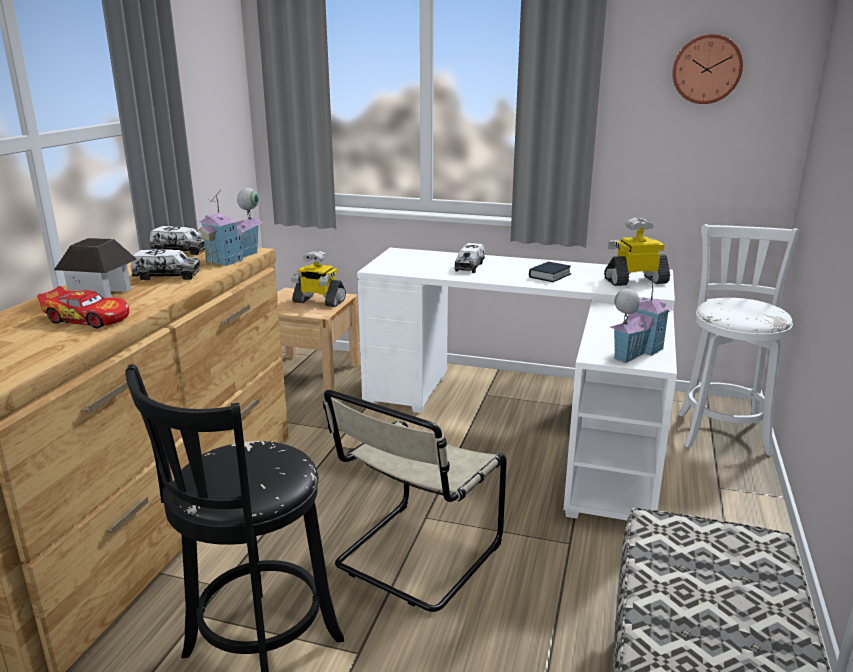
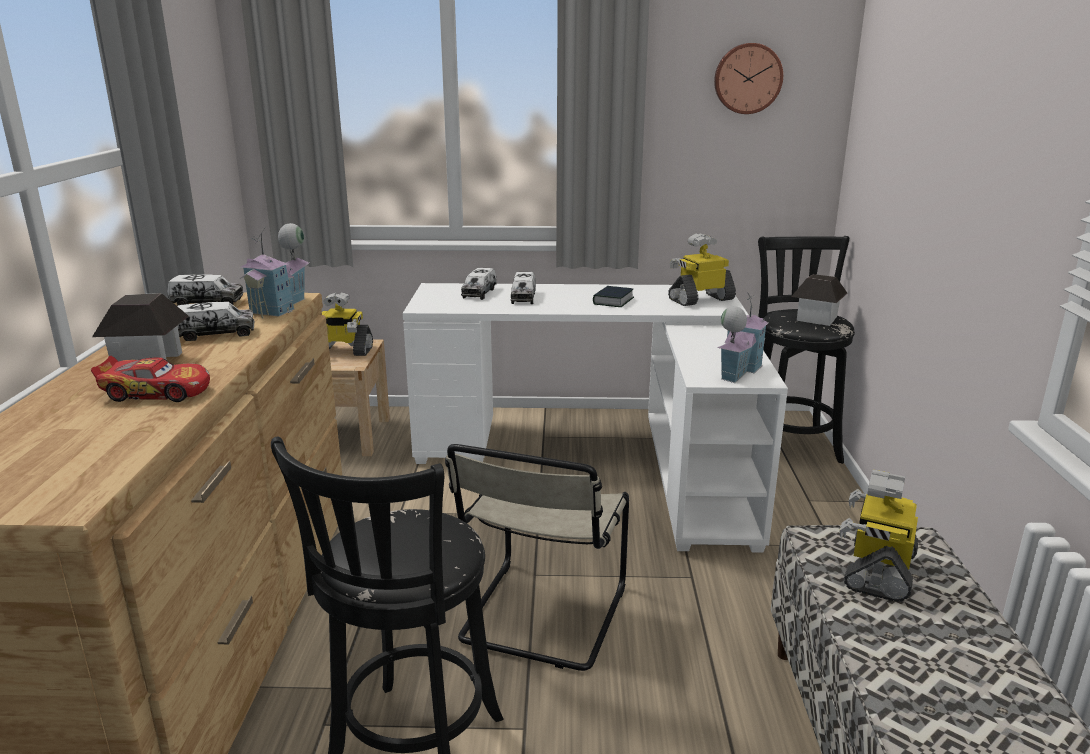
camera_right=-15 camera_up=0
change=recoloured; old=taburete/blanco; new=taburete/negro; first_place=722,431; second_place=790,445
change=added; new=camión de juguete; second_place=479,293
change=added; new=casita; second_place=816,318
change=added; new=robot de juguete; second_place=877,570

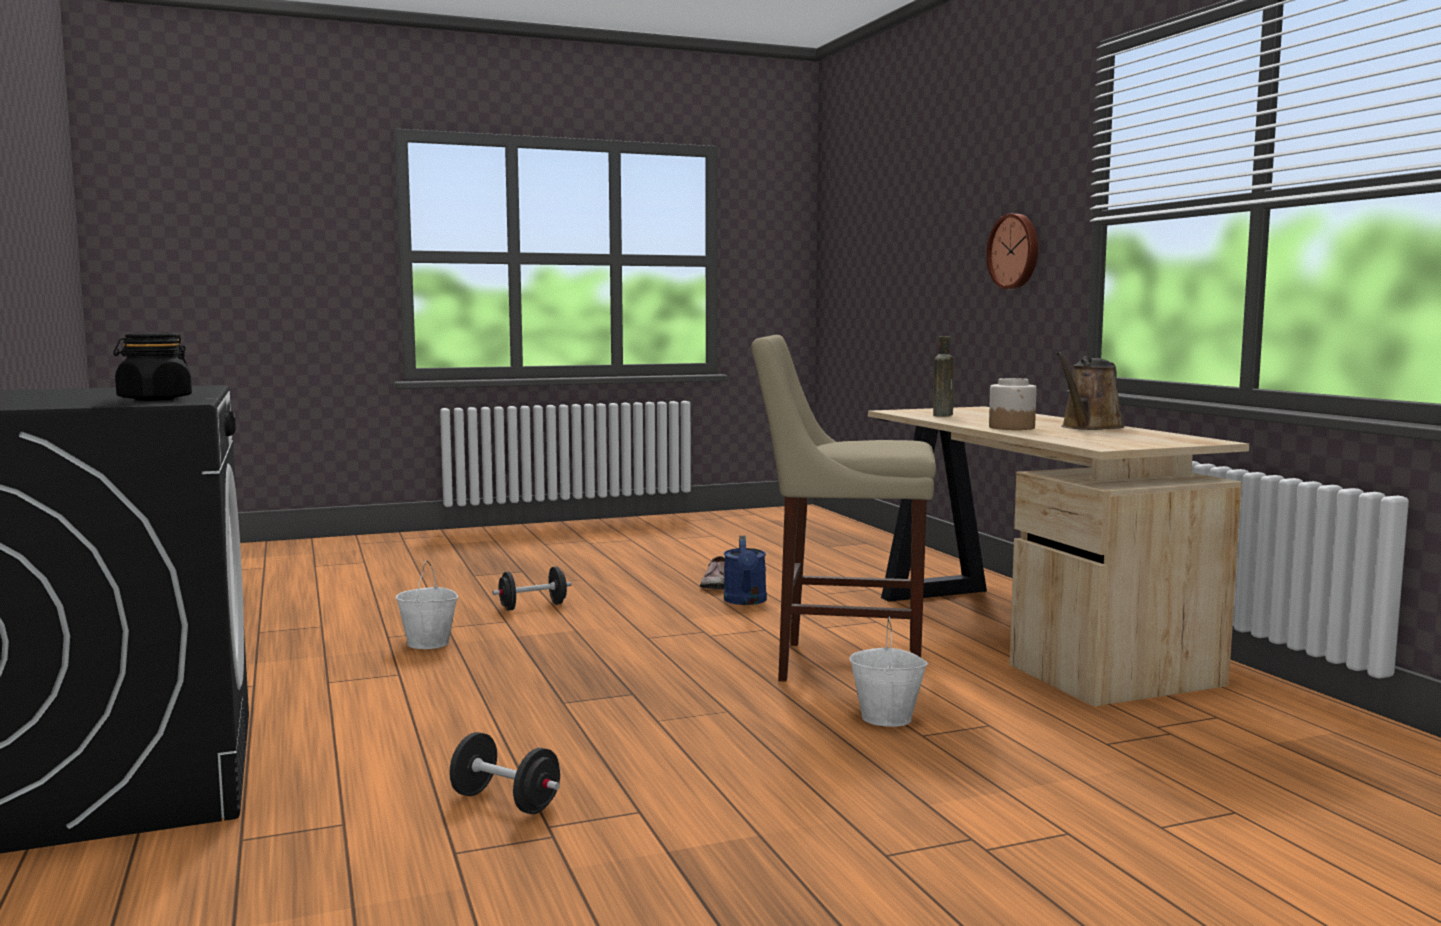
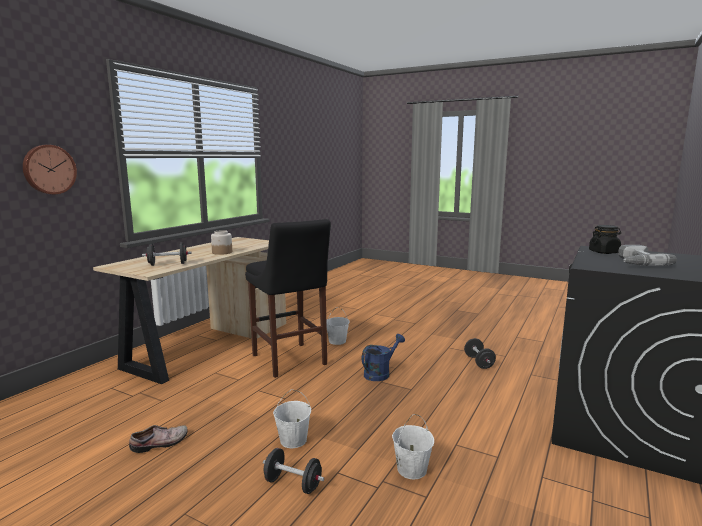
camera_right=-130 camera_up=5
change=moved; old=regadera/azul; first_place=746,601; second_place=380,373
change=recoloured; old=taburete/beis; new=taburete/negro; first_place=841,663; second_place=290,361
change=replaced; old=botella/marrón; new=mancuerna/negro; first_place=943,415; second_place=168,264
change=removed; old=regadera/marrón; first_place=1089,427
change=added; new=cubo/blanco; second_place=293,440
change=added; new=taladro; second_place=635,262

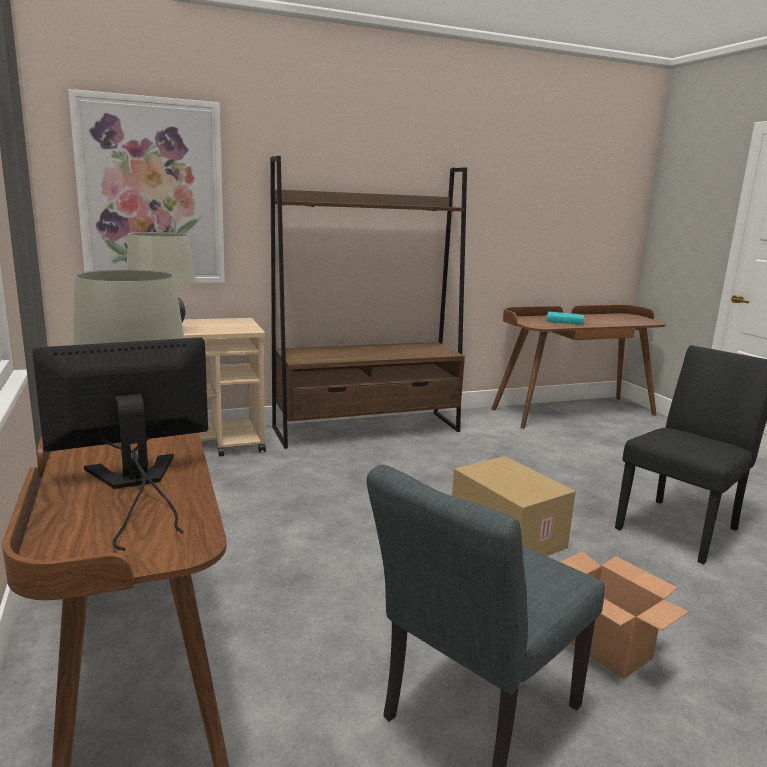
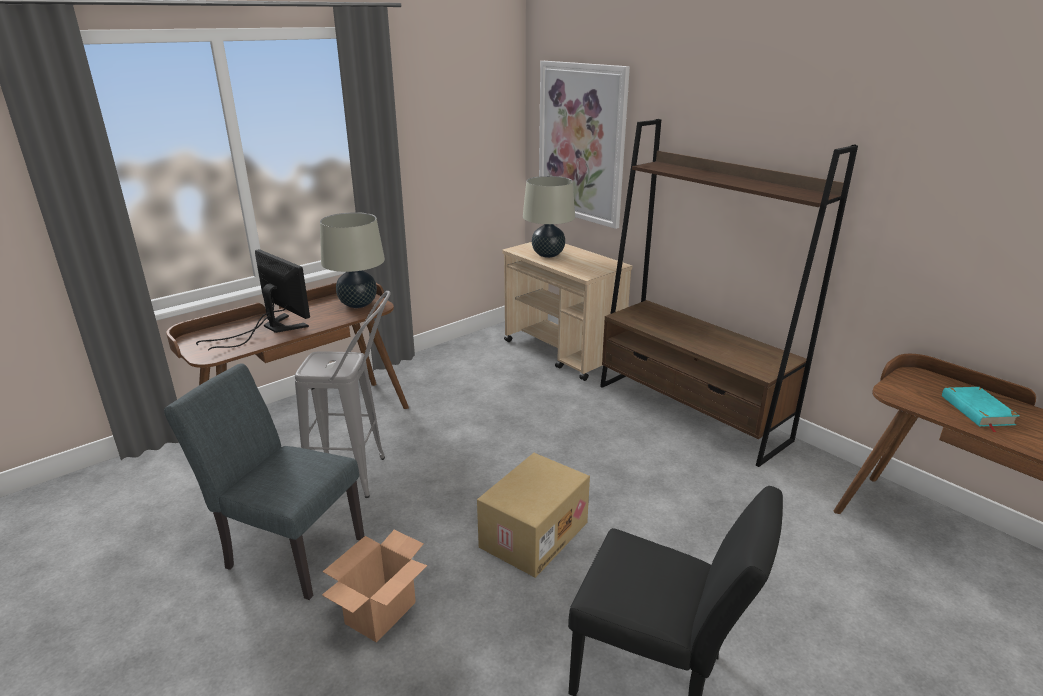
camera_right=70 camera_up=10
change=added; new=taburete/gris; second_place=360,476

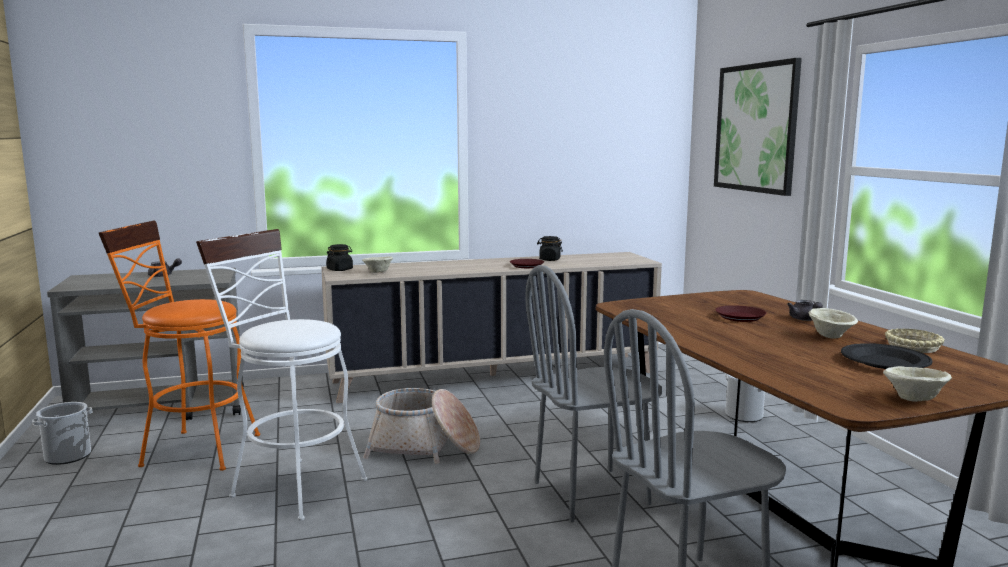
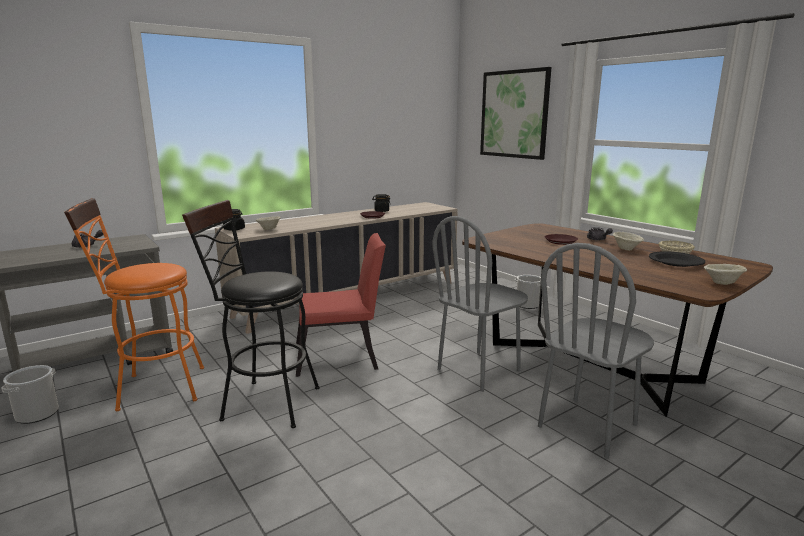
camera_right=-20 camera_up=5
change=recoloured; old=taburete/blanco; new=taburete/negro; first_place=291,485; second_place=263,402
change=replaced; old=cesta; new=silla/rojo; first_place=424,447; second_place=342,357

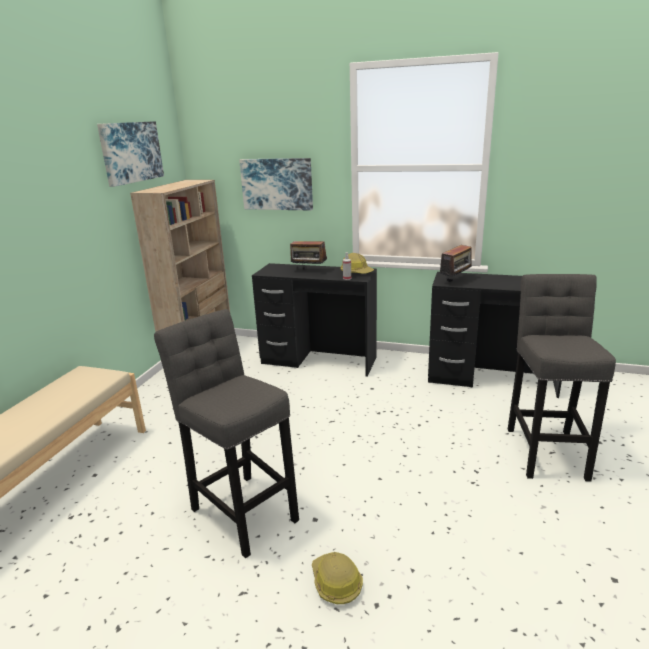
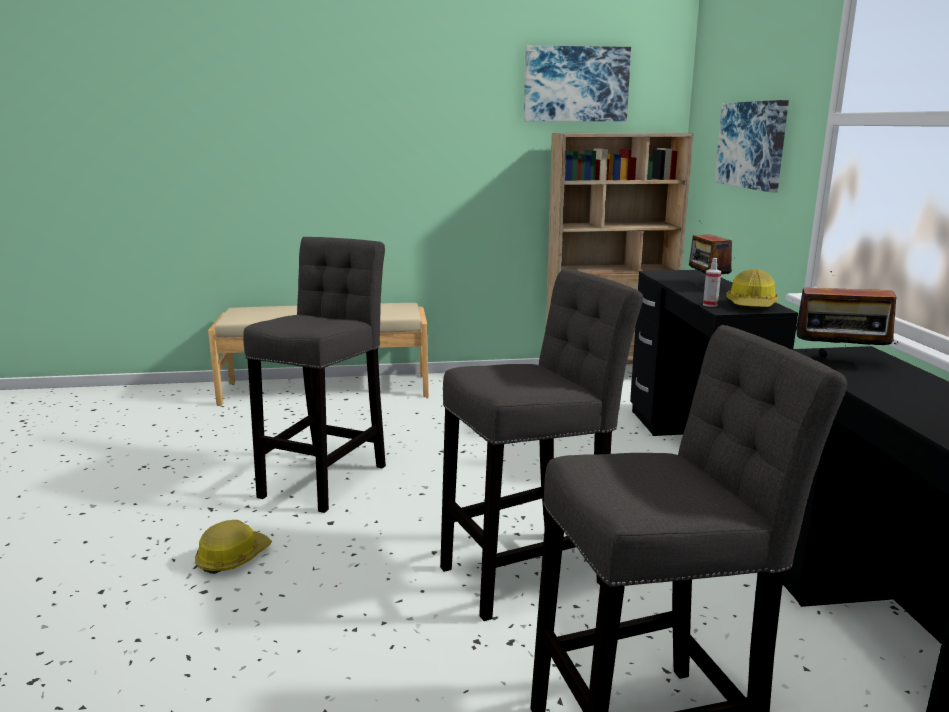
camera_right=65 camera_up=-5
change=added; new=taburete/gris; second_place=531,572

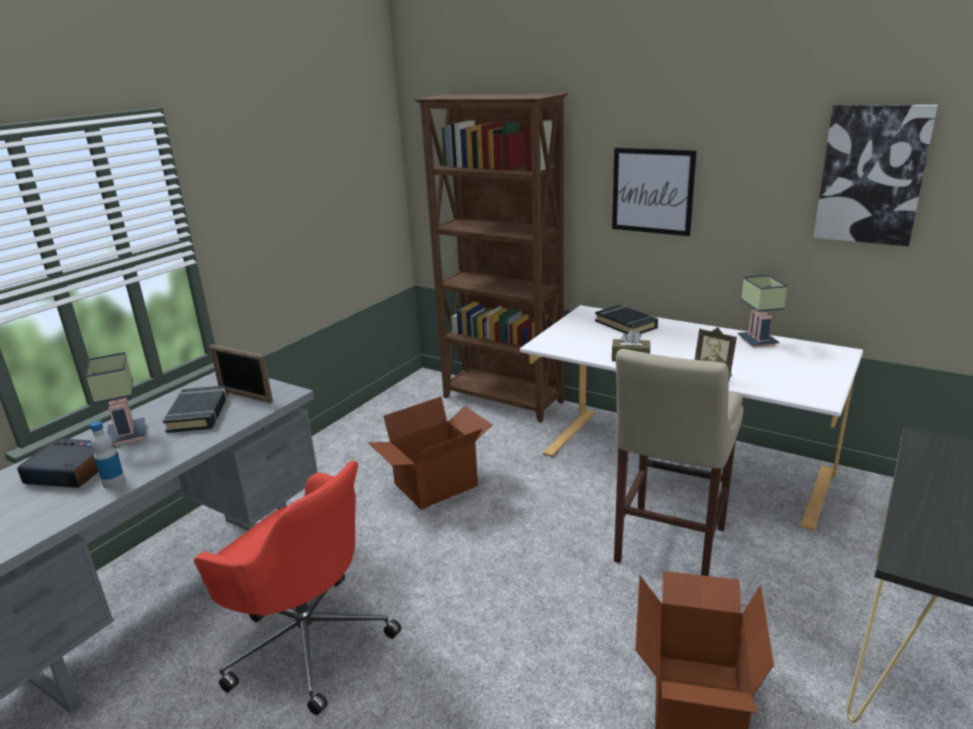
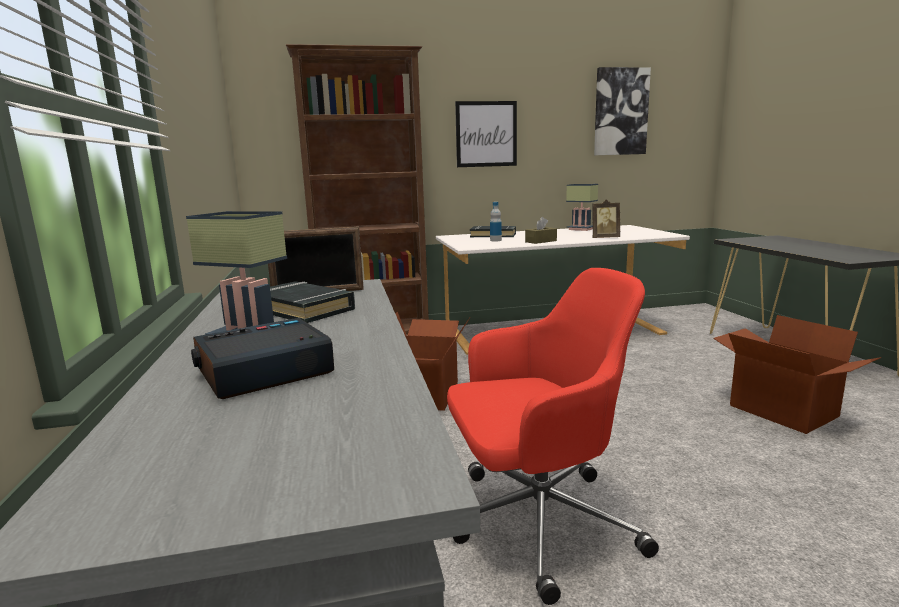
camera_right=-45 camera_up=-10
change=moved; old=botella; first_place=114,482; second_place=495,240
change=removed; old=taburete/beis; first_place=667,548

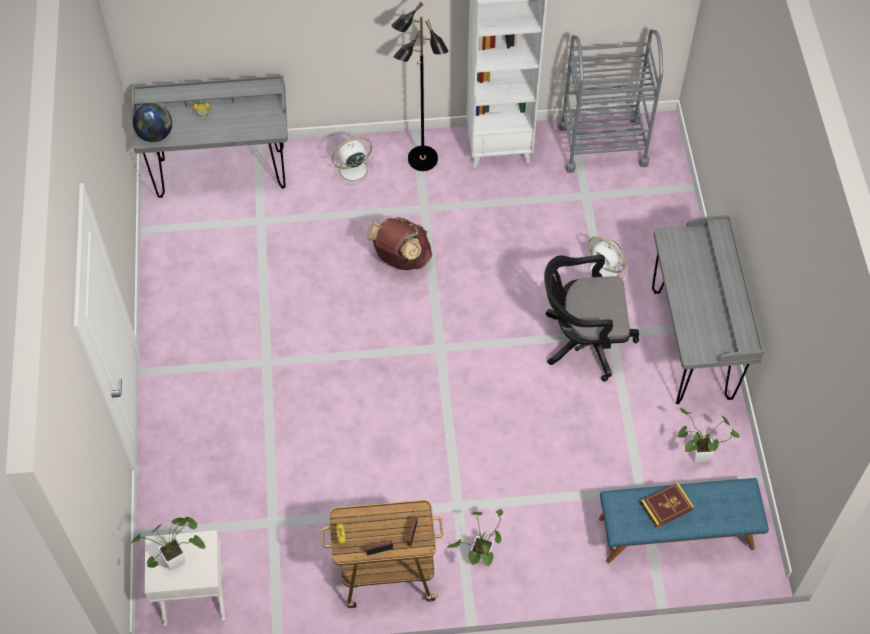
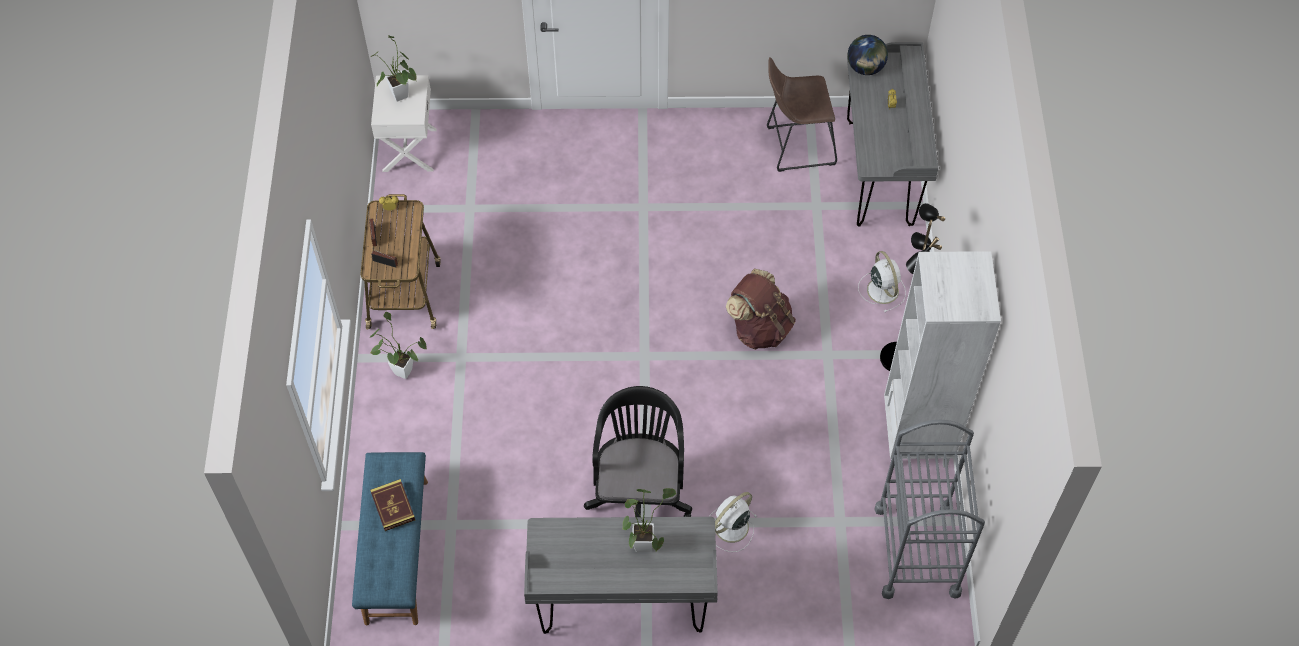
camera_right=95 camera_up=0
change=moved; old=planta en maceta; first_place=695,456; second_place=643,541
change=added; new=taburete/marrón; second_place=796,146

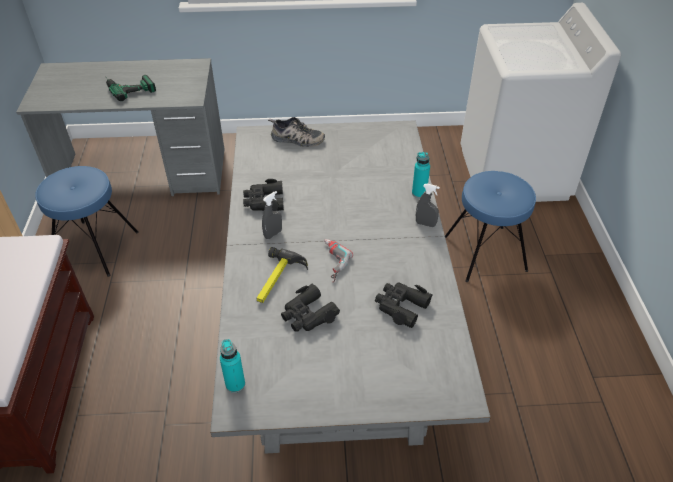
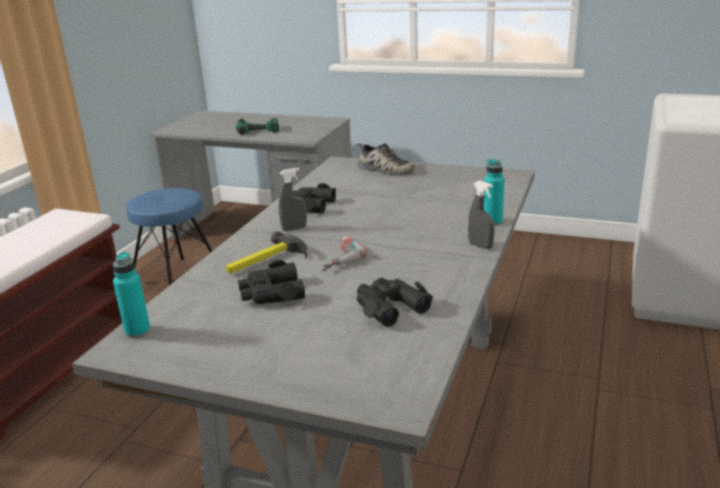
camera_right=25 camera_up=-20
change=removed; old=taburete/azul; first_place=485,253

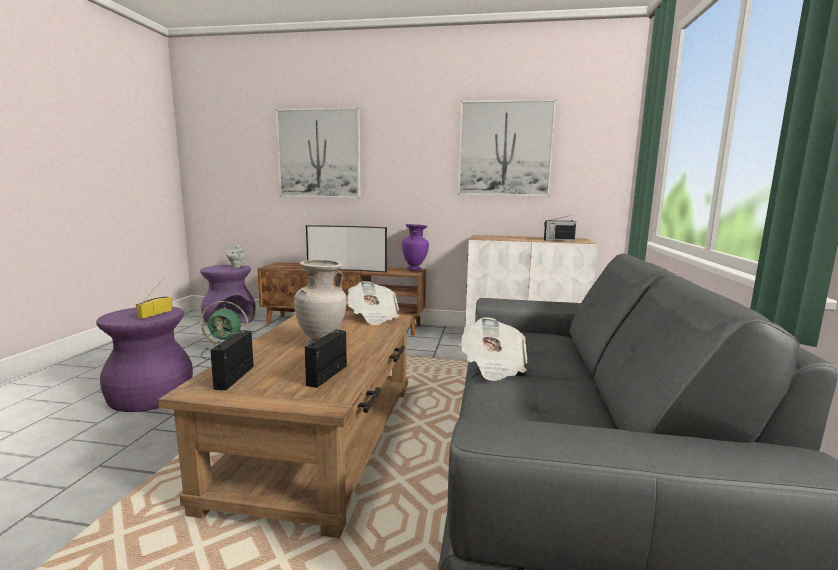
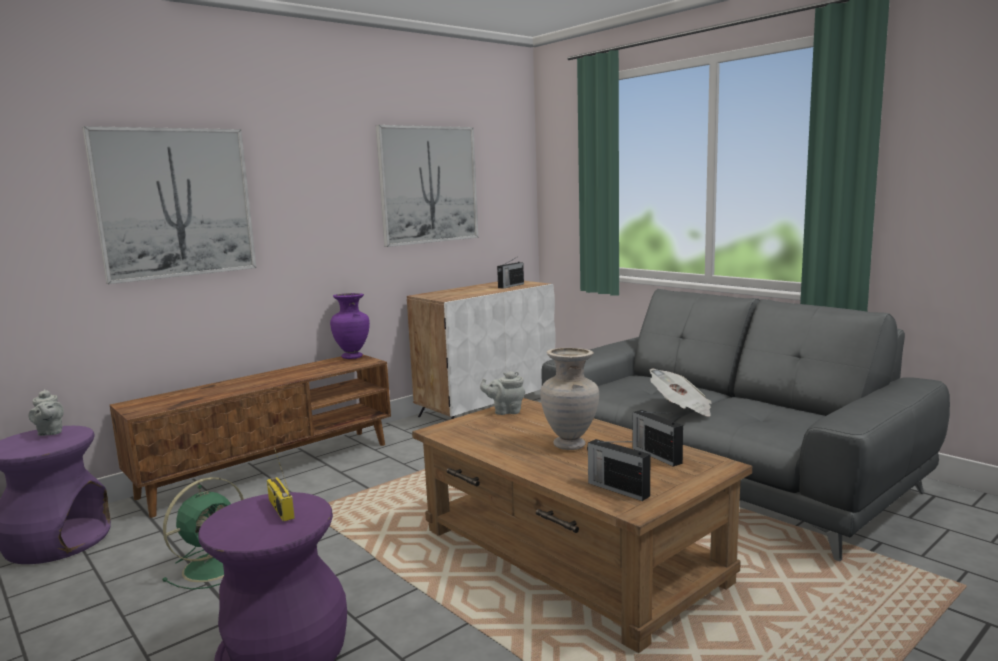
camera_right=-50 camera_up=0
change=removed; old=televisor; first_place=347,270
change=replaced; old=periódico; new=tetera/gris; first_place=373,317; second_place=505,411

